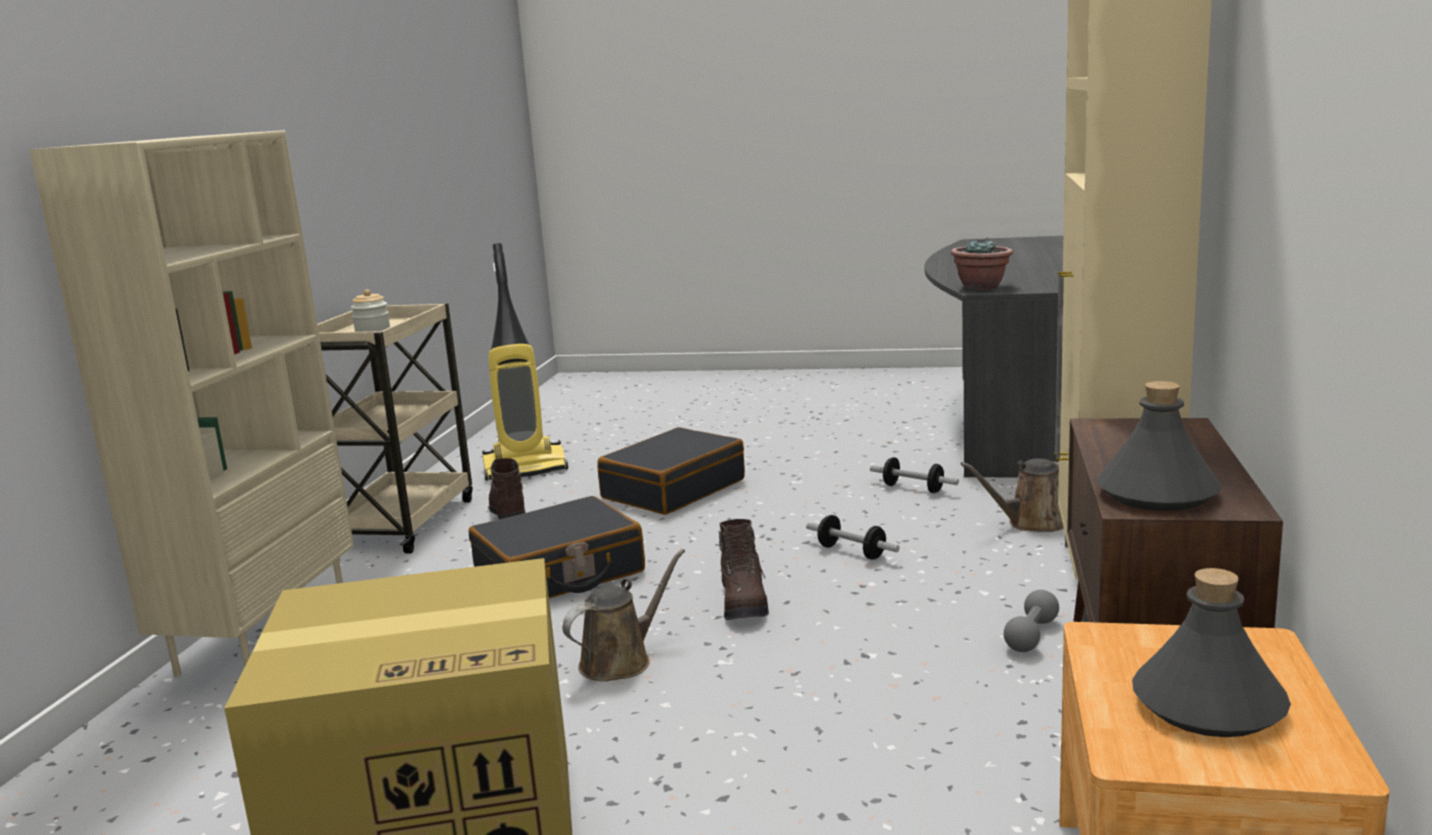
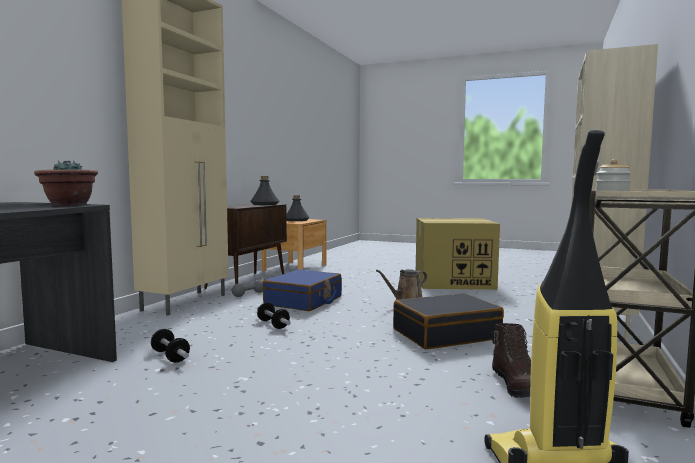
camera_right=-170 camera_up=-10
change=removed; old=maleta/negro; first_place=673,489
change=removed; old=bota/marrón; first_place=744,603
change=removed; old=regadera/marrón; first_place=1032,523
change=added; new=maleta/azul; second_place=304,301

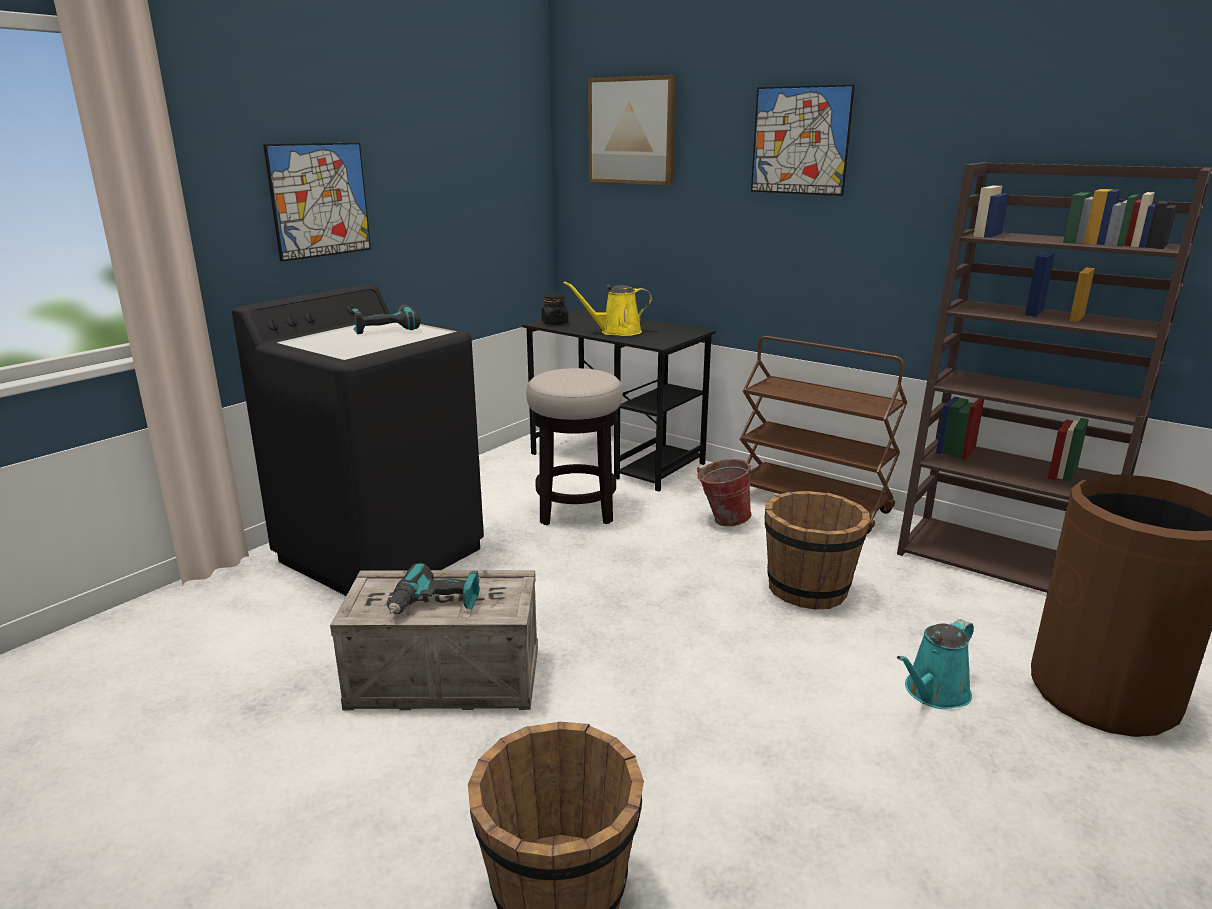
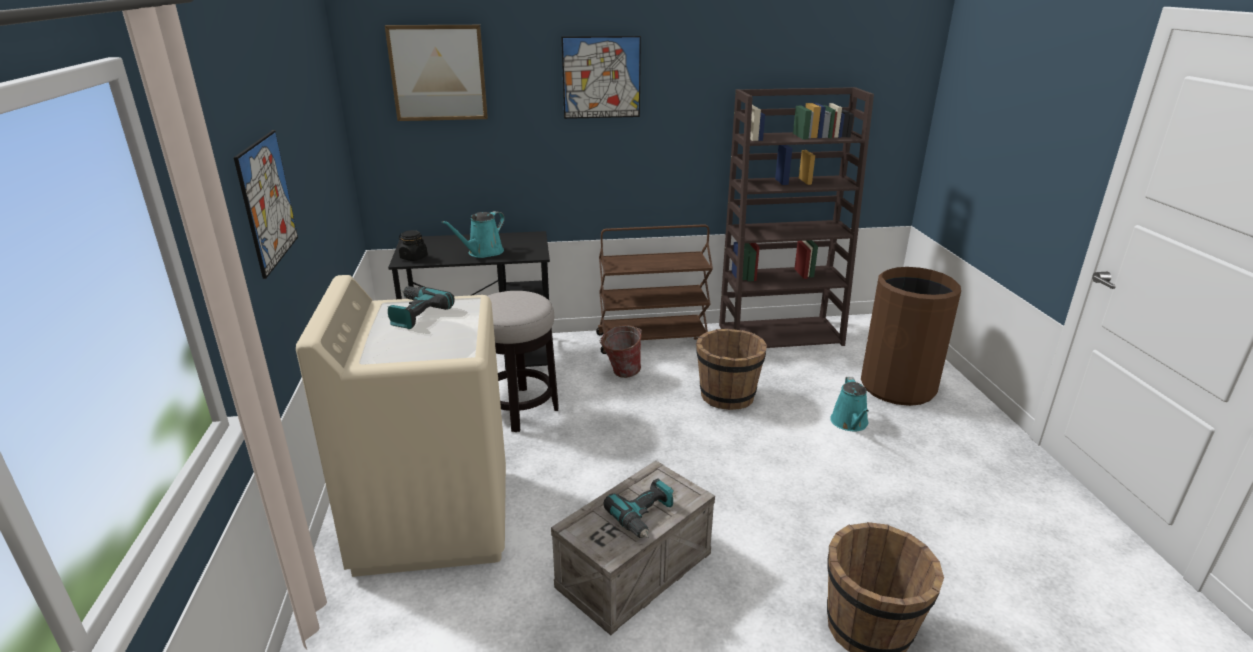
camera_right=-45 camera_up=5
change=recoloured; old=lavadora/negro; new=lavadora/beis; first_place=382,553; second_place=433,518
change=recoloured; old=regadera/amarillo; new=regadera/turquesa; first_place=616,332; second_place=483,253

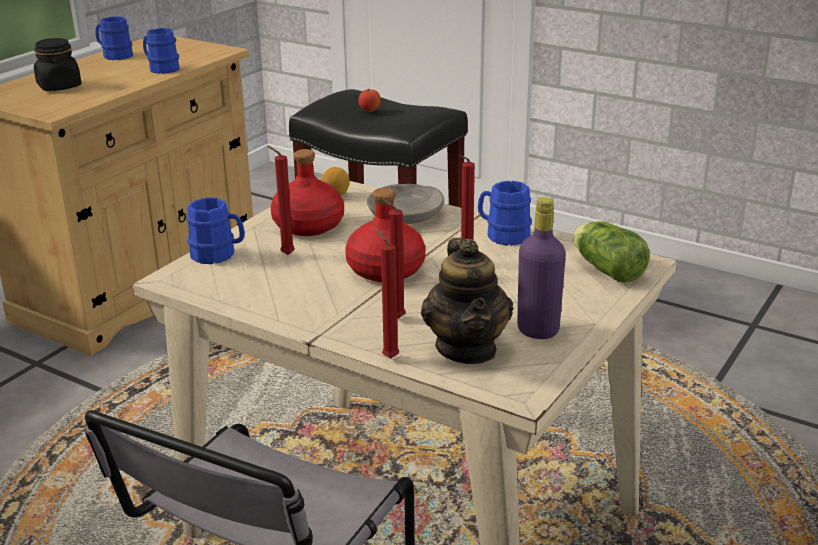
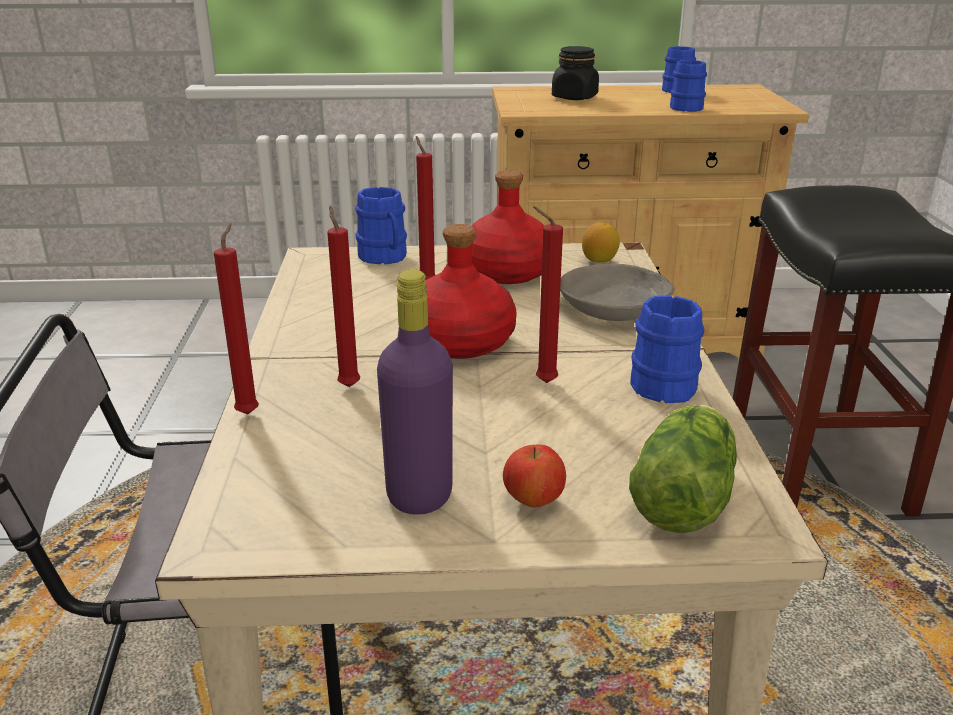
camera_right=55 camera_up=0
change=moved; old=manzana; first_place=370,111; second_place=533,501
change=removed; old=tetera; first_place=467,348

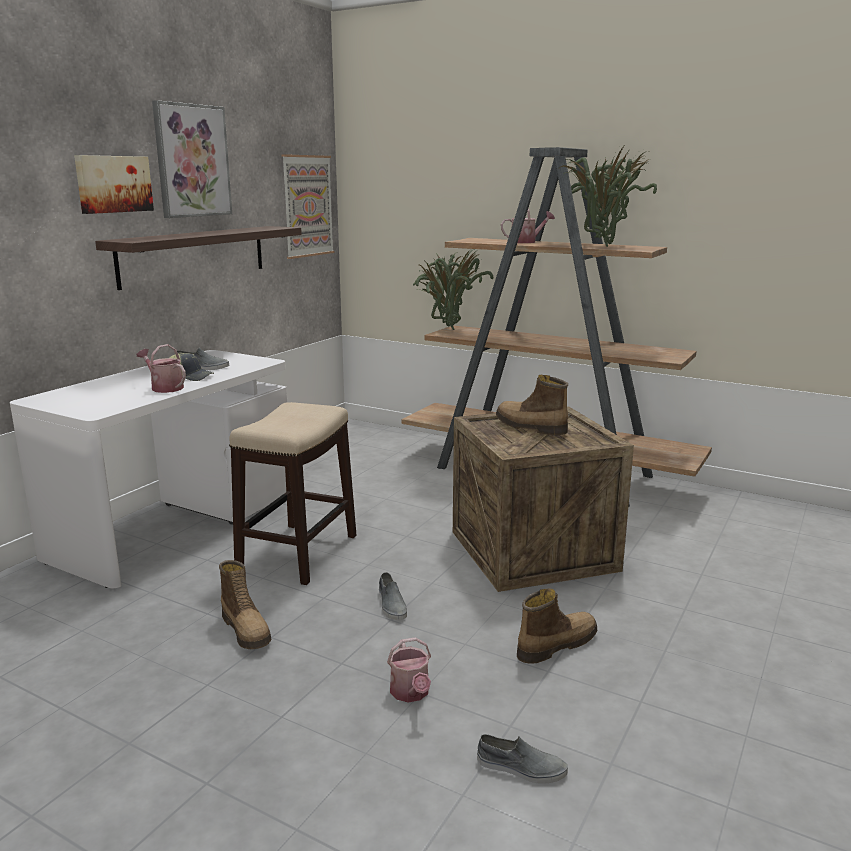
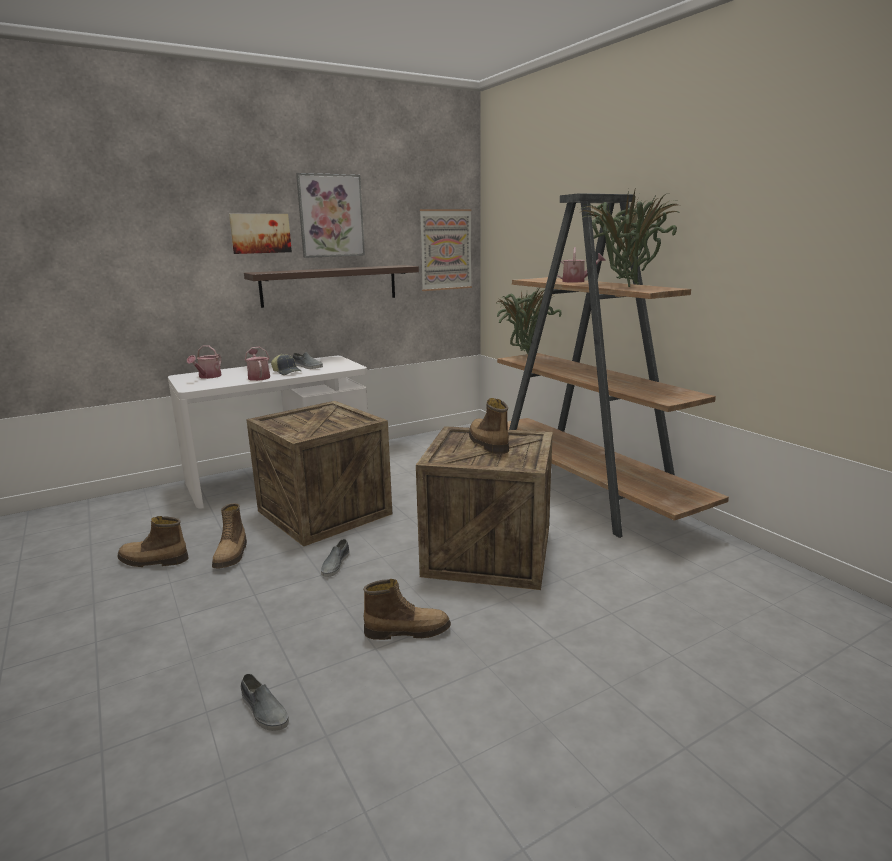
camera_right=30 camera_up=0
change=replaced; old=taburete; new=caja de embalaje; first_place=297,553; second_place=324,512
change=moved; old=regadera; first_place=411,693; second_place=208,377
change=added; new=bota; second_place=153,561

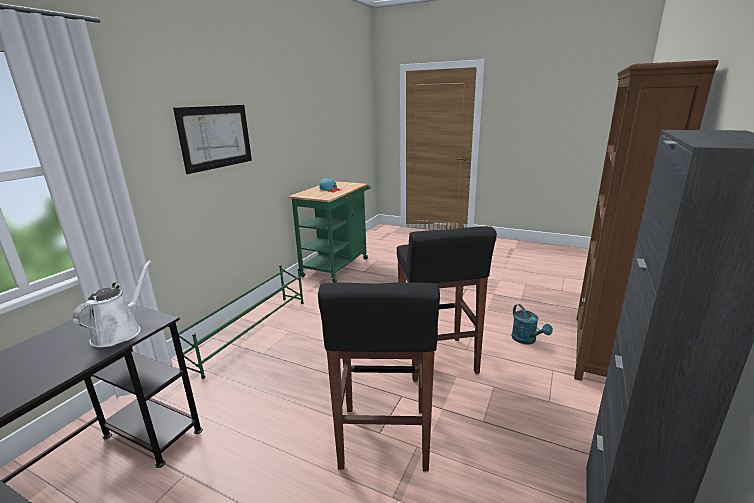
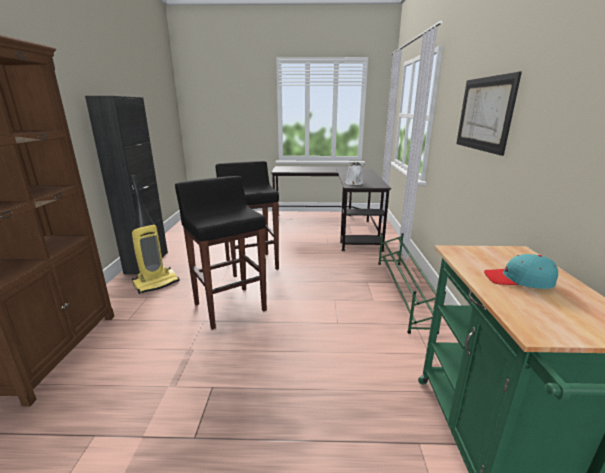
camera_right=155 camera_up=0
change=removed; old=regadera/turquesa; first_place=527,340
change=added; new=aspiradora; second_place=156,283

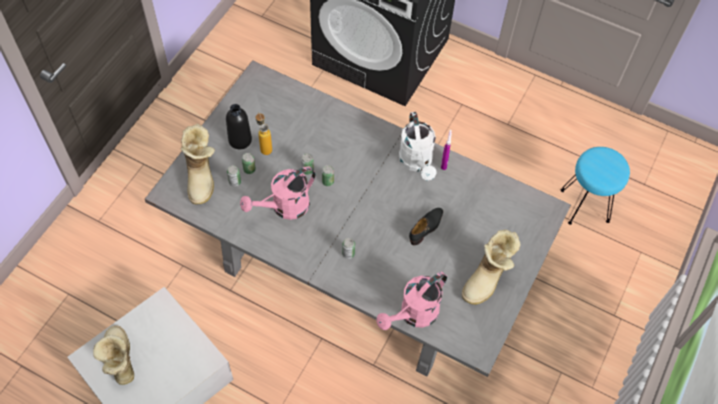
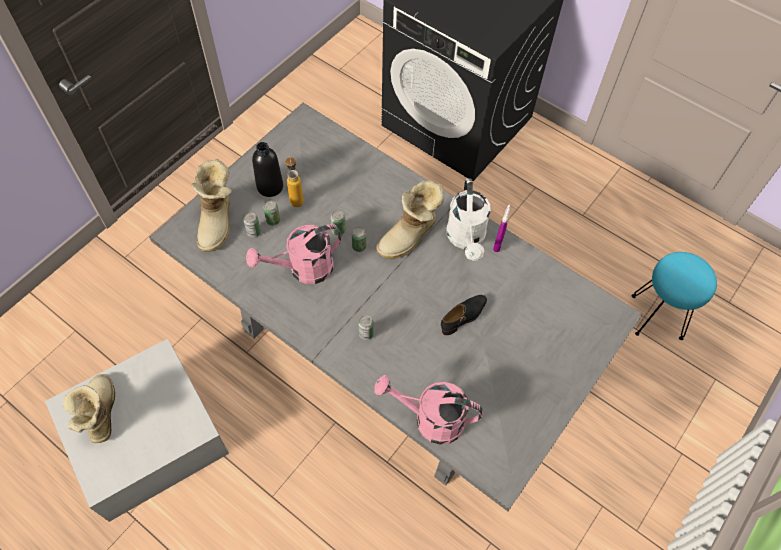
camera_right=10 camera_up=0
change=turned; old=regadera/rosa; first_place=414,315; second_place=430,419; degrees=45
change=moved; old=bota; first_place=488,279; second_place=410,236

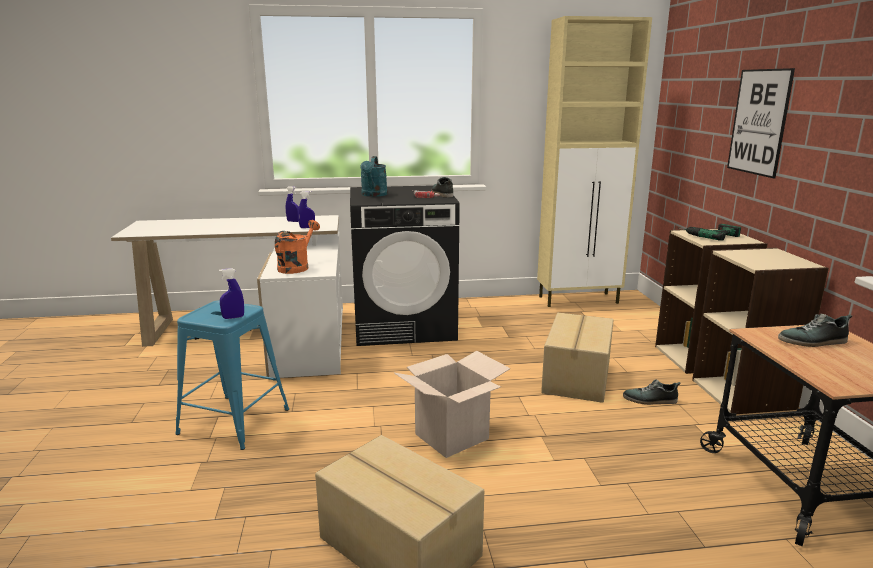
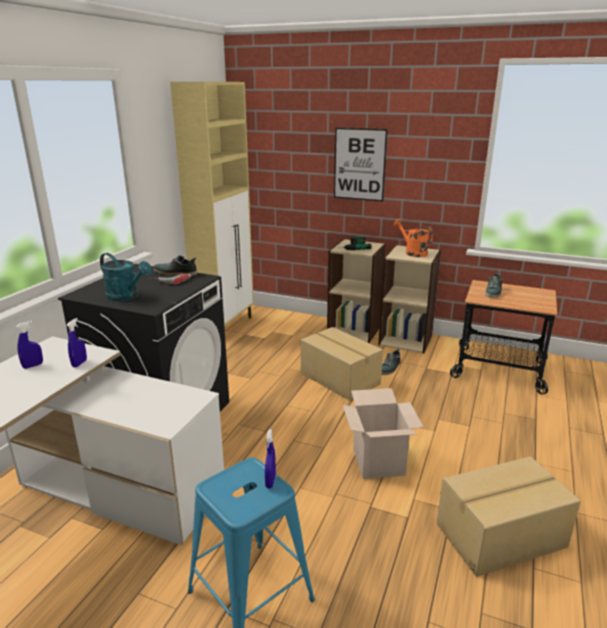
camera_right=-60 camera_up=5
change=moved; old=regadera/naranja; first_place=296,267; second_place=412,252

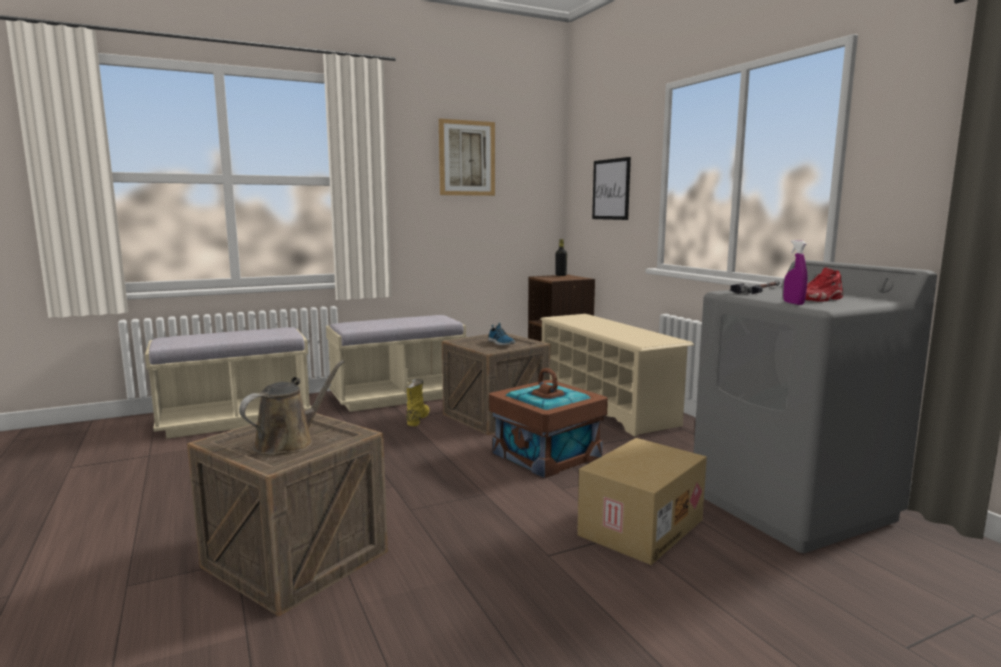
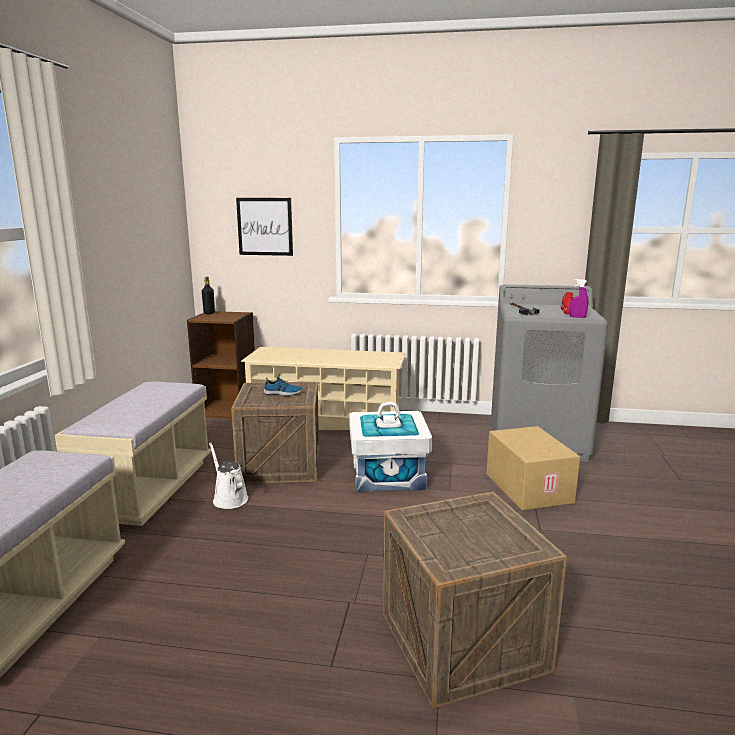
camera_right=-55 camera_up=5
change=removed; old=regadera/marrón; first_place=289,443
change=replaced; old=bota/amarillo; new=regadera/blanco; first_place=417,419; second_place=229,498
change=removed; old=cuadro; first_place=467,158
change=recoloured; old=caja de almacenaje/marrón; new=caja de almacenaje/blanco; first_place=547,455; second_place=388,474

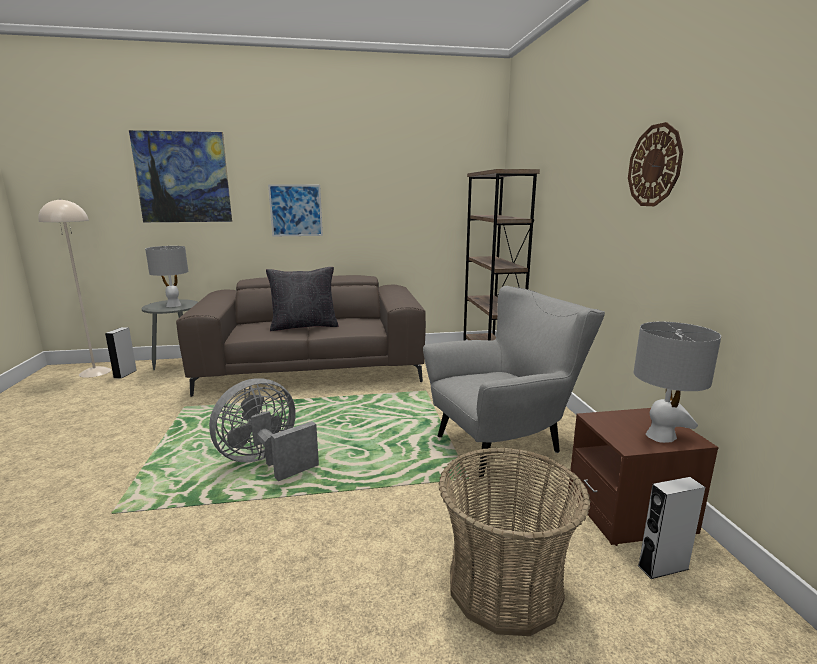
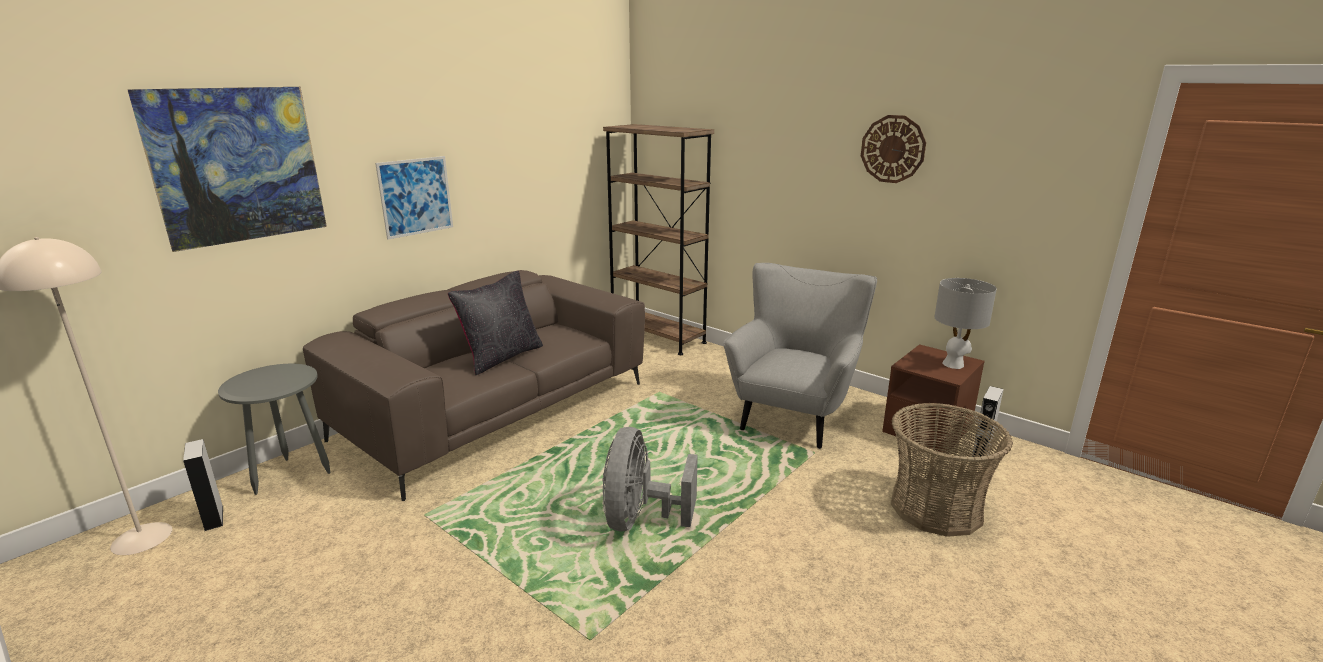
camera_right=-40 camera_up=5
change=removed; old=lámpara de mesa/gris; first_place=174,305

